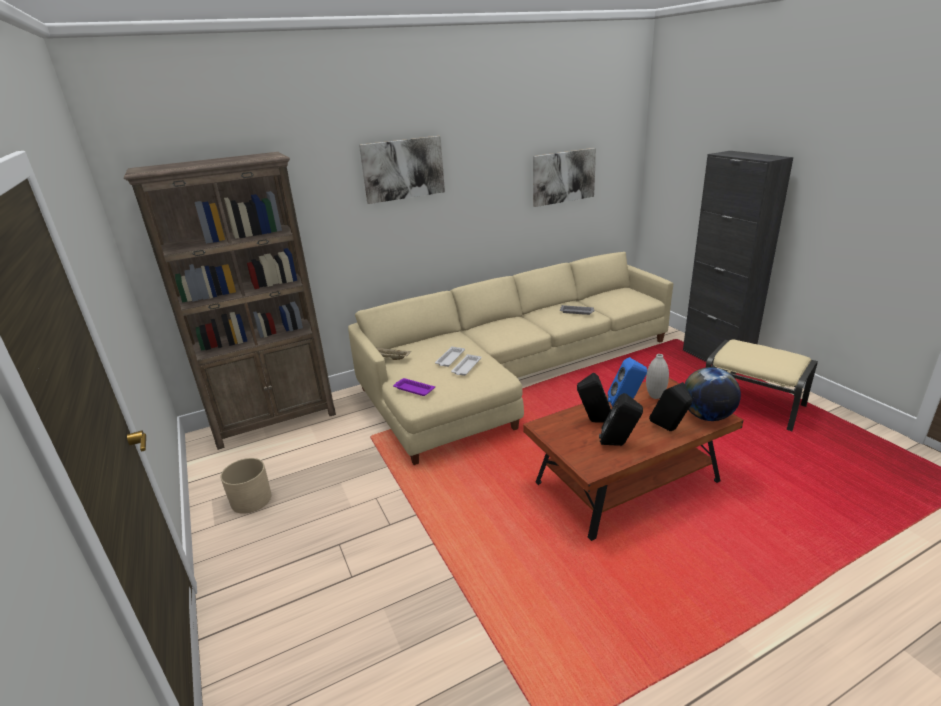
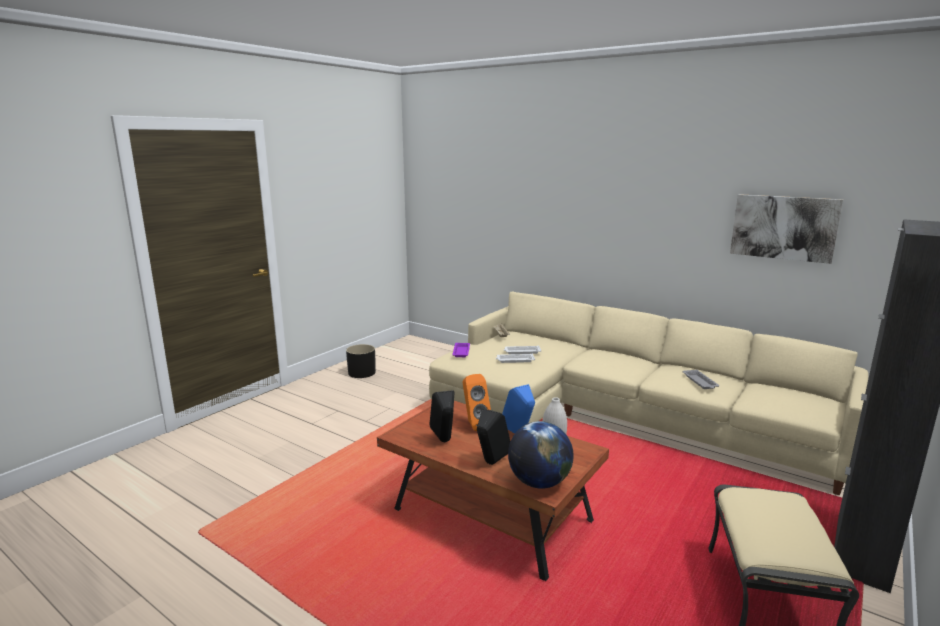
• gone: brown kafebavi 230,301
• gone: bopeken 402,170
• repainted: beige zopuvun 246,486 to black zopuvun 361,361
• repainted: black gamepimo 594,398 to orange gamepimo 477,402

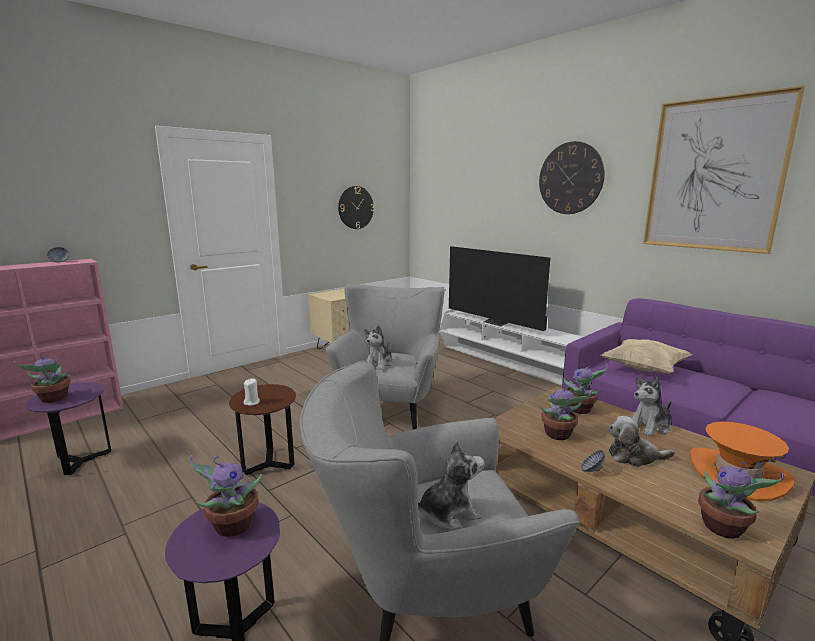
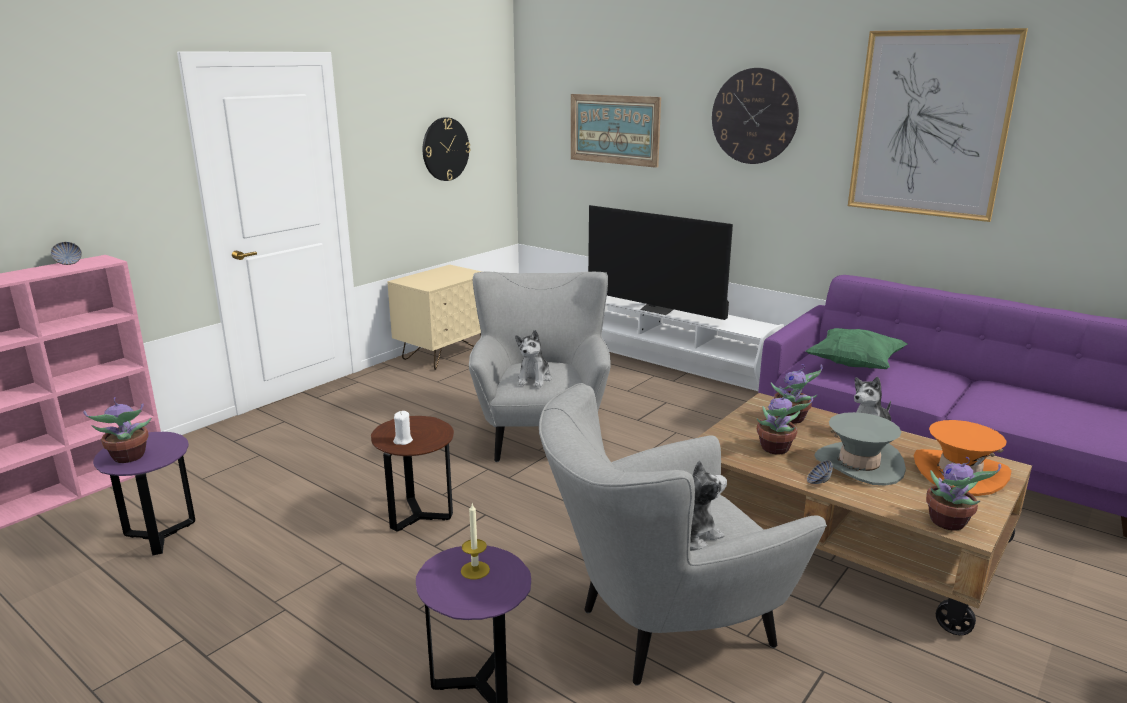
• new: bopeken 616,131
• swapped: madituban 226,496 to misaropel 475,542
• swapped: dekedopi 641,441 to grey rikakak 860,449
• repainted: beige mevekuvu 646,356 to green mevekuvu 856,348

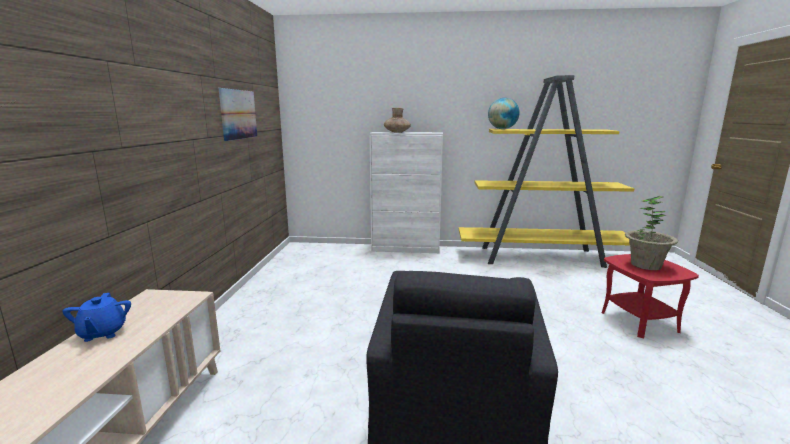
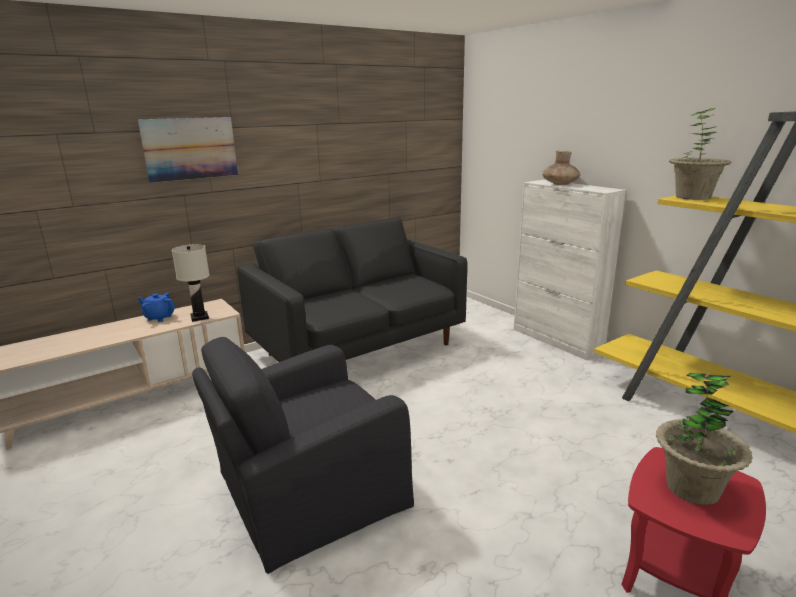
• new: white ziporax 191,283
• new: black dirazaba 352,289
• shifted: bopeken 237,114 to 188,150
• swapped: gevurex 504,113 to madituban 700,154
• rotated: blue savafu 97,317 = 156,307 75 degrees clockwise

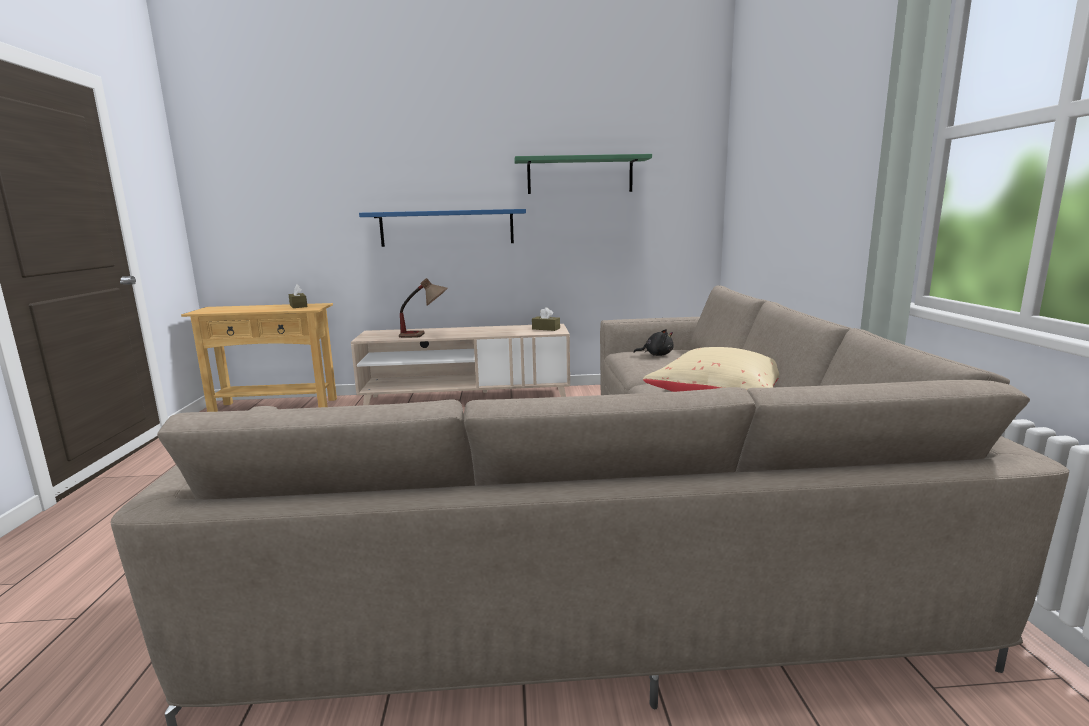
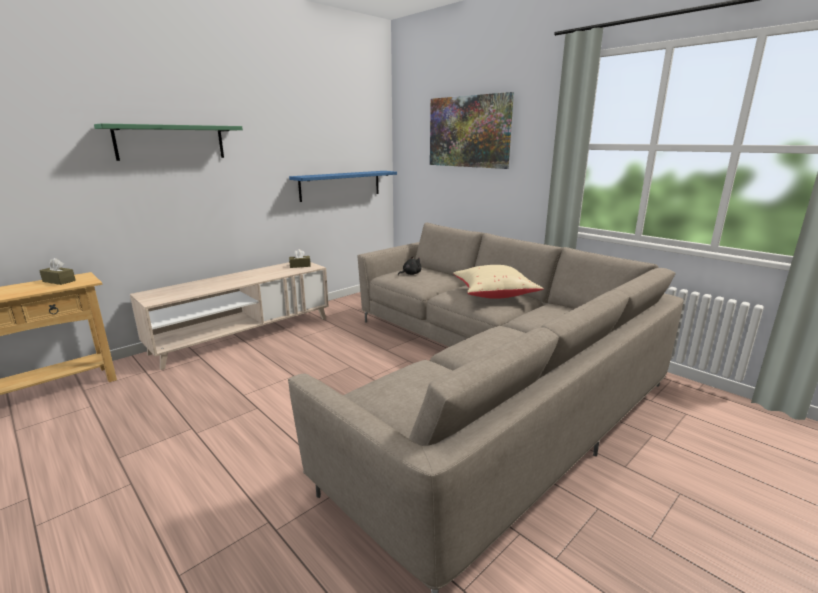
• gone: ziporax 423,308
• new: bopeken 472,130
• shifted: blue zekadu 442,228 to 343,186
• shifted: green zekadu 583,174 to 168,142

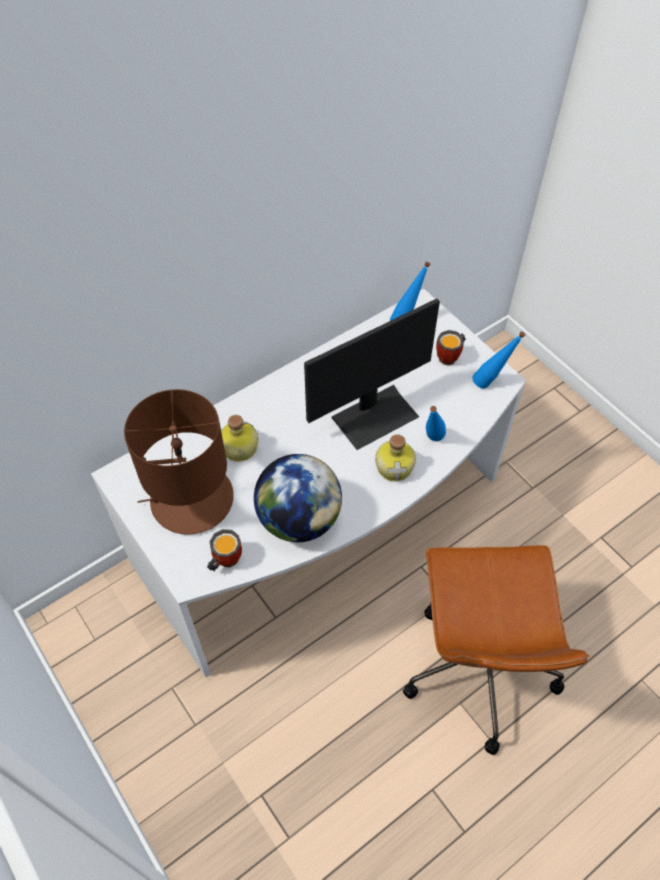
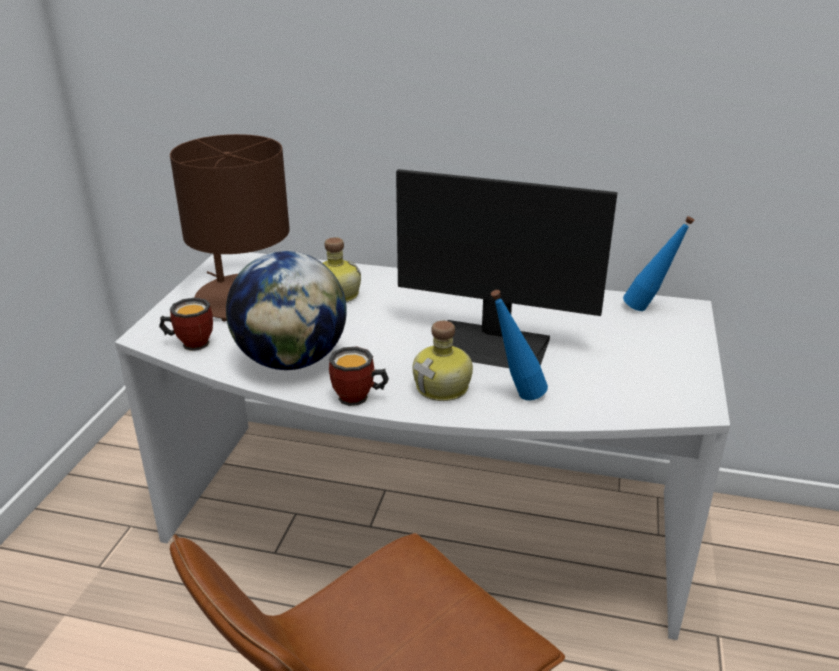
• gone: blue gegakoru 498,360
• shifted: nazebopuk 451,348 to 359,376

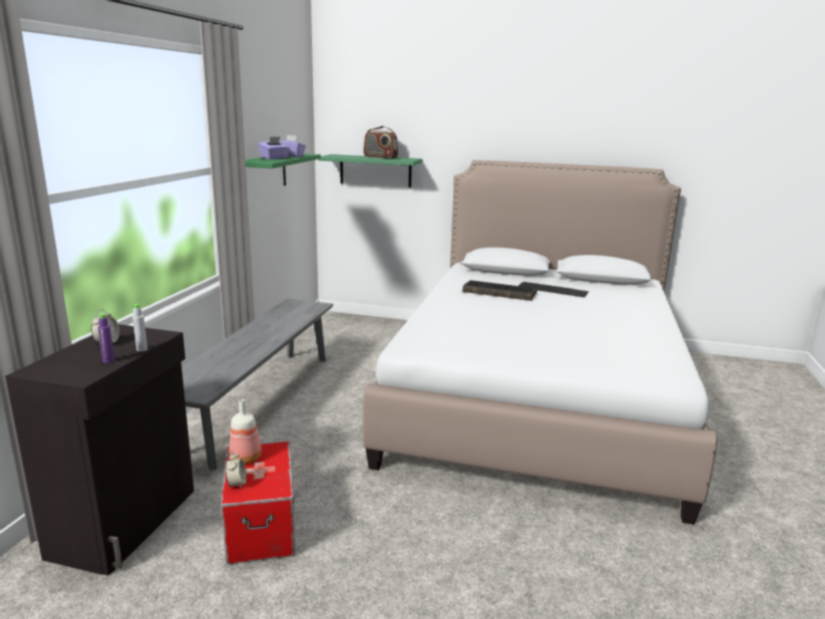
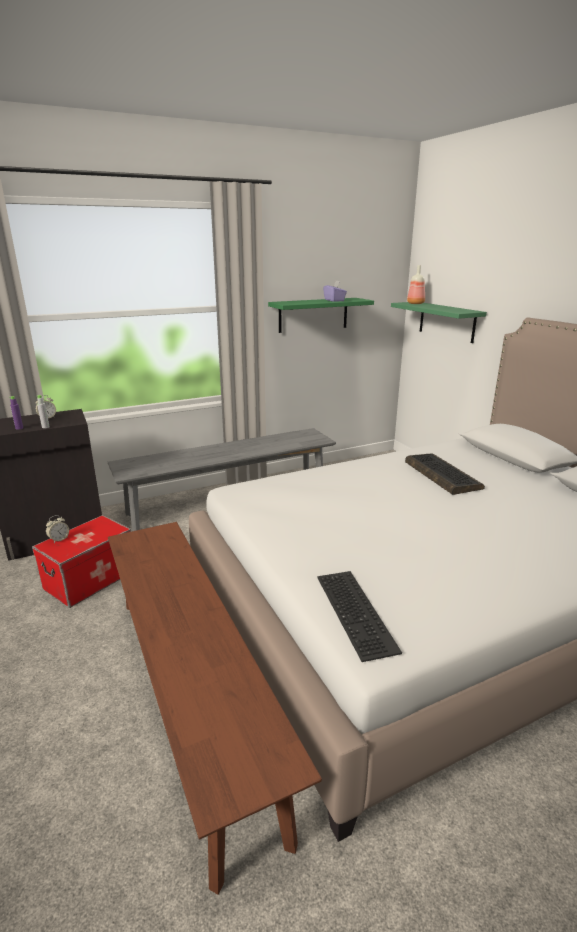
• gone: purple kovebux 274,148
• gone: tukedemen 380,142
• new: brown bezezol 215,708
• shifted: gegakoru 245,431 to 416,284
• shifted: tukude 553,289 to 359,616

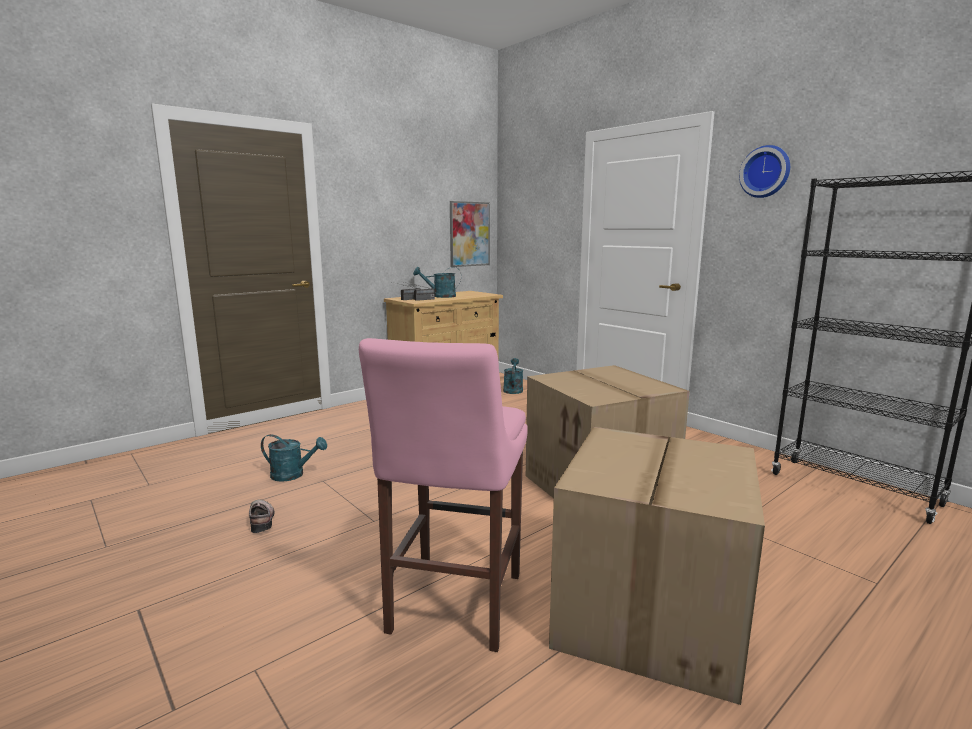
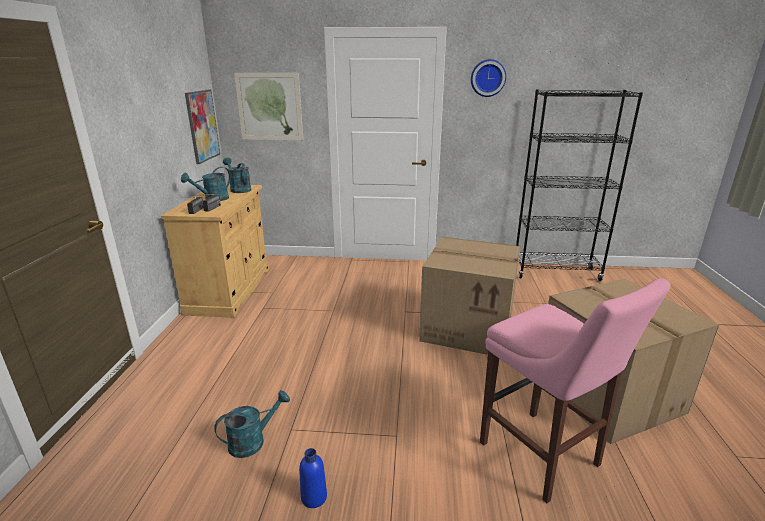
• new: bopeken 268,106
• shifted: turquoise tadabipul 513,376 to 237,175
• swapped: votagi 262,516 to blue gegakoru 313,478

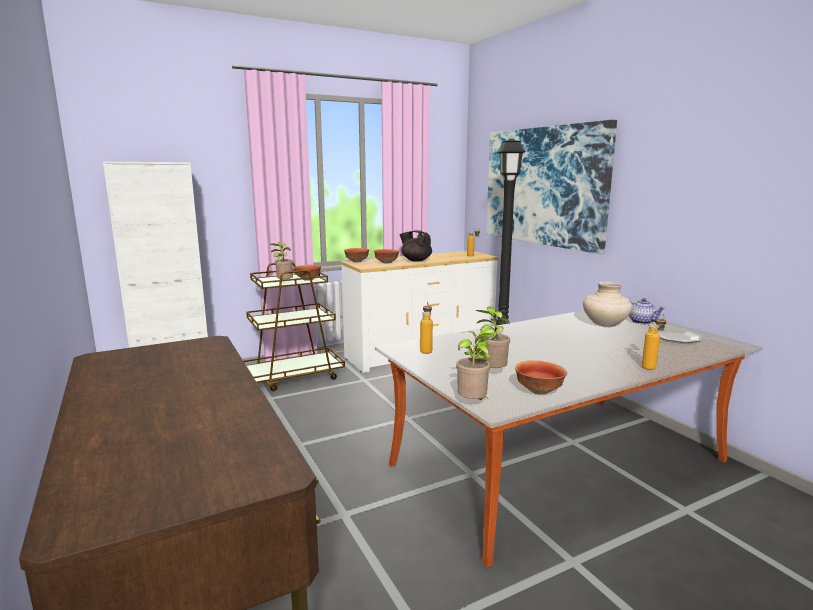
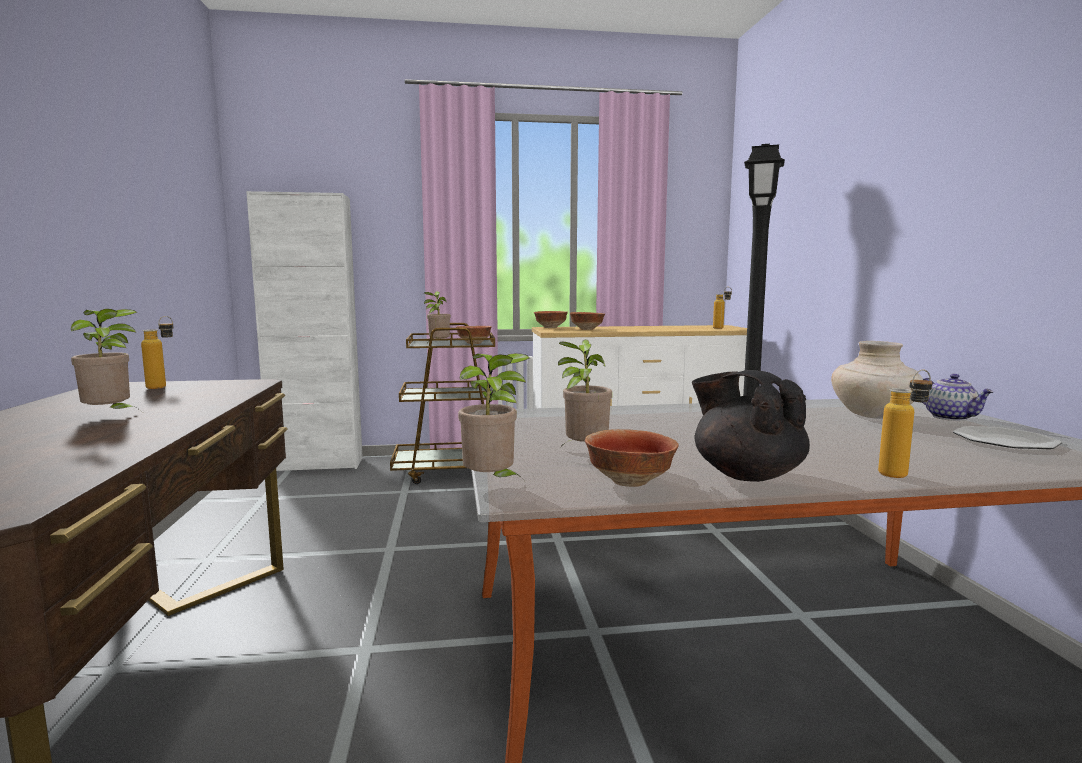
• gone: bopeken 551,187
• new: madituban 106,360
• shifted: black savafu 416,246 to 751,426
• shifted: gegakoru 426,327 to 157,352

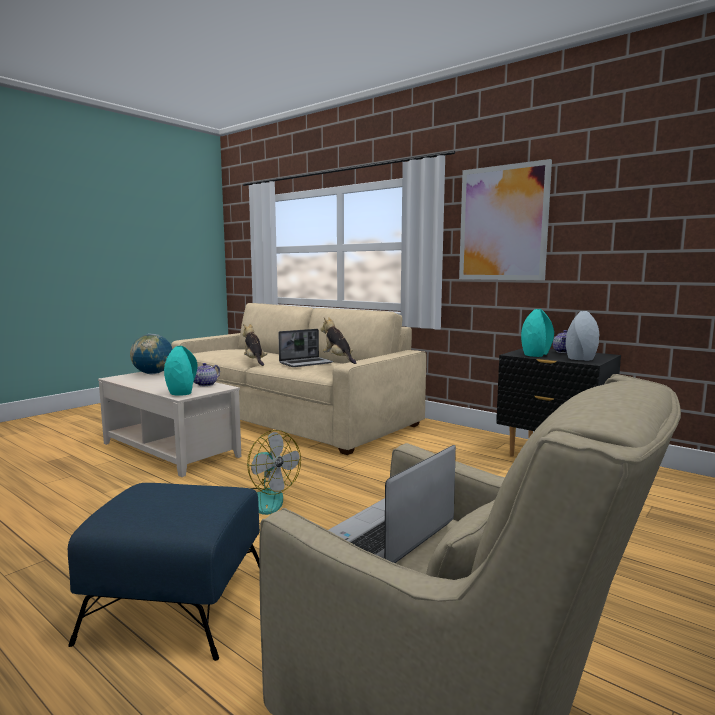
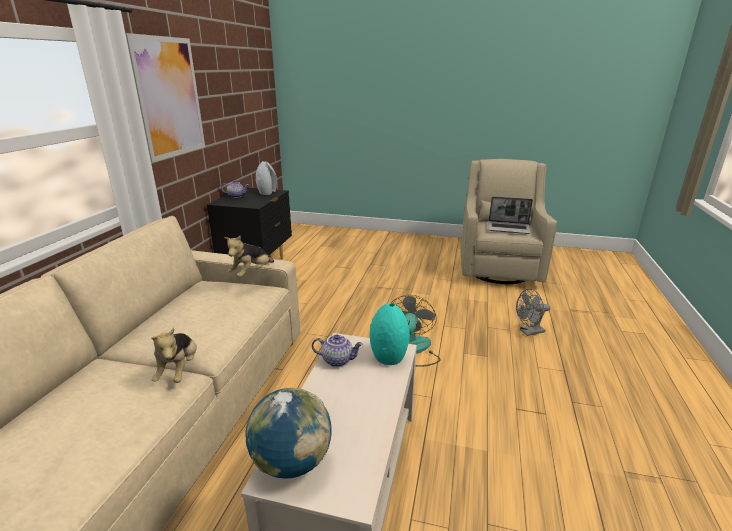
• gone: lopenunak 305,348
• gone: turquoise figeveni 537,333
• swapped: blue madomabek 164,572 to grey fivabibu 533,312
• rotated: dekedopi 255,345 = 174,355 45 degrees counterclockwise

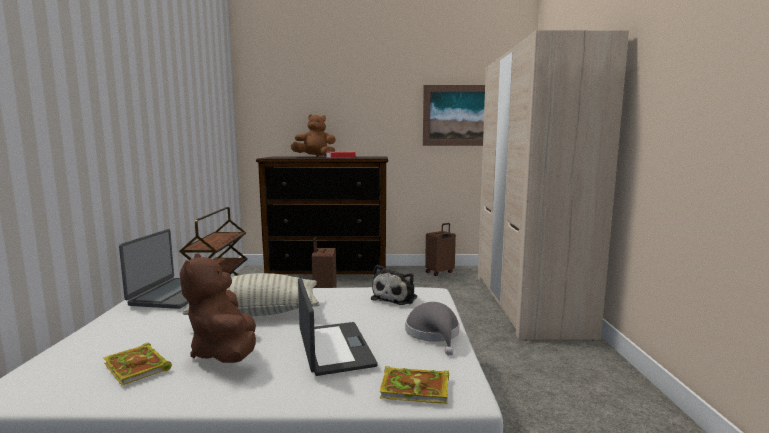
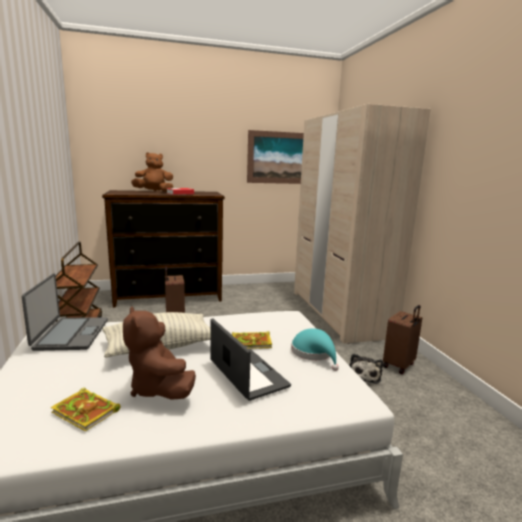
• shifted: dekedopi 394,285 to 366,369
• shifted: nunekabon 414,385 to 252,340
• shifted: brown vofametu 440,249 to 402,339
• repainted: grey rikakak 432,329 to turquoise rikakak 315,349

